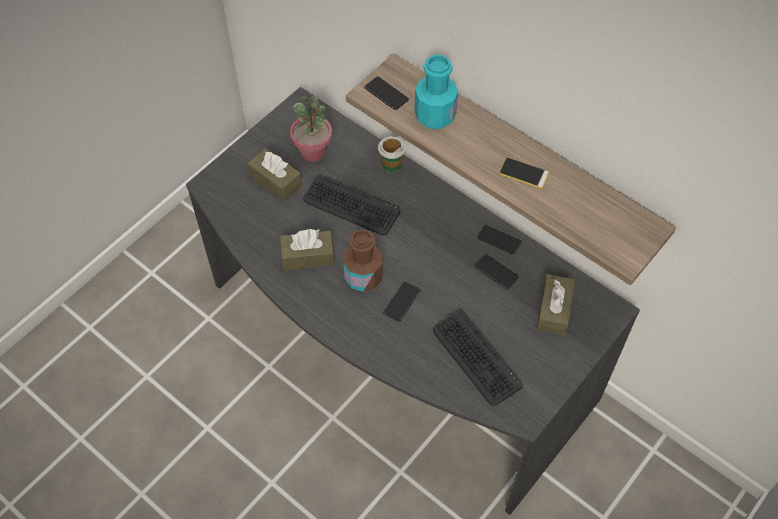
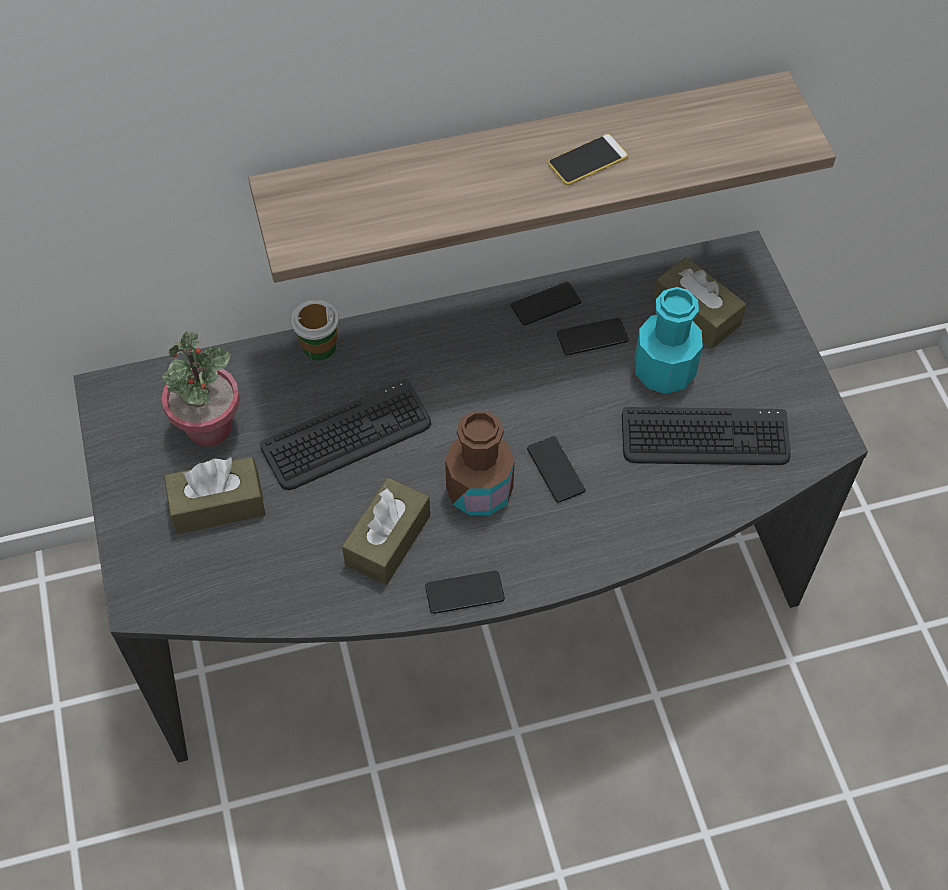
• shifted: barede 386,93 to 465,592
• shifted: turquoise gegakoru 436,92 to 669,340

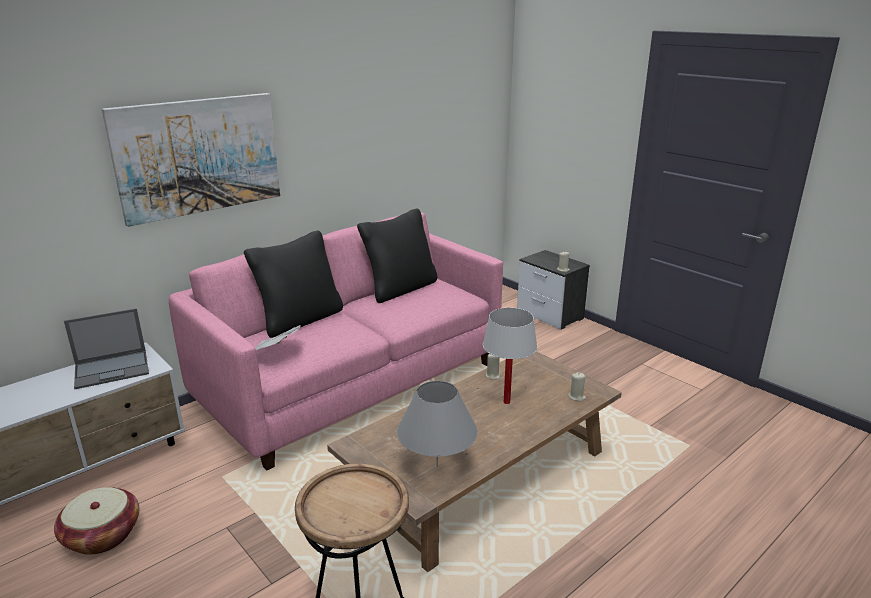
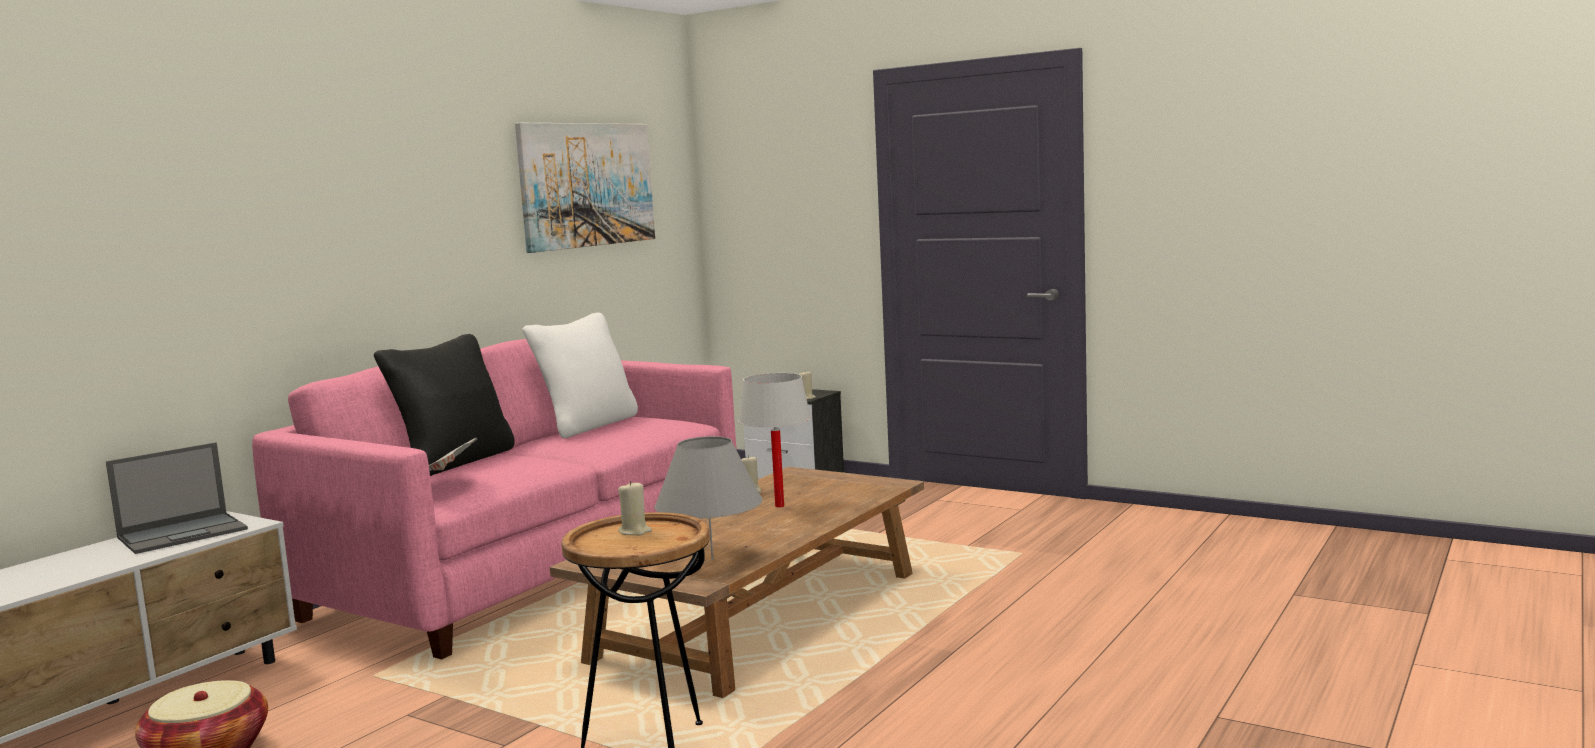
• shifted: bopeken 191,160 to 585,188
• shifted: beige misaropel 577,386 to 635,508
• repainted: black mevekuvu 397,256 to white mevekuvu 580,375

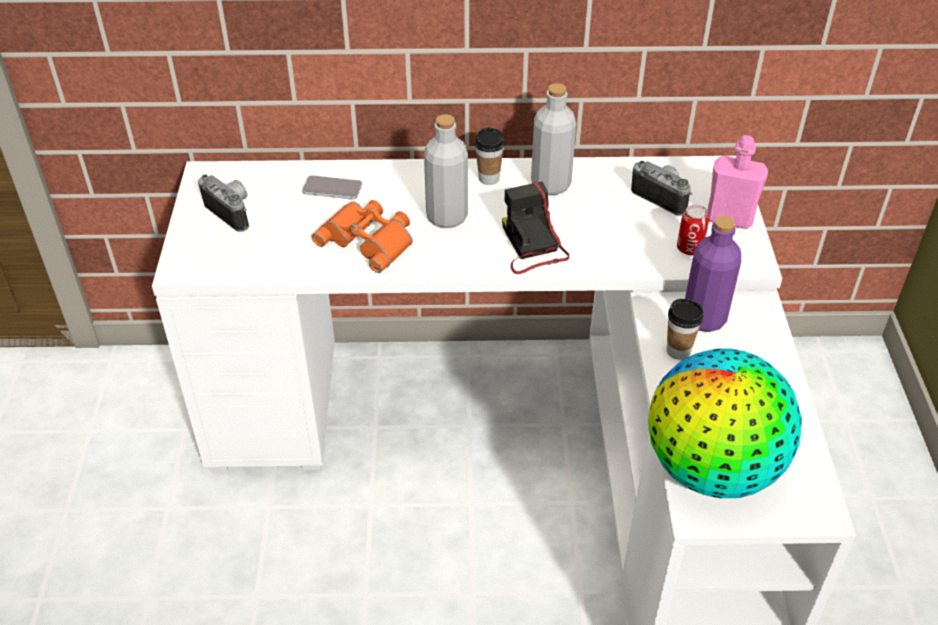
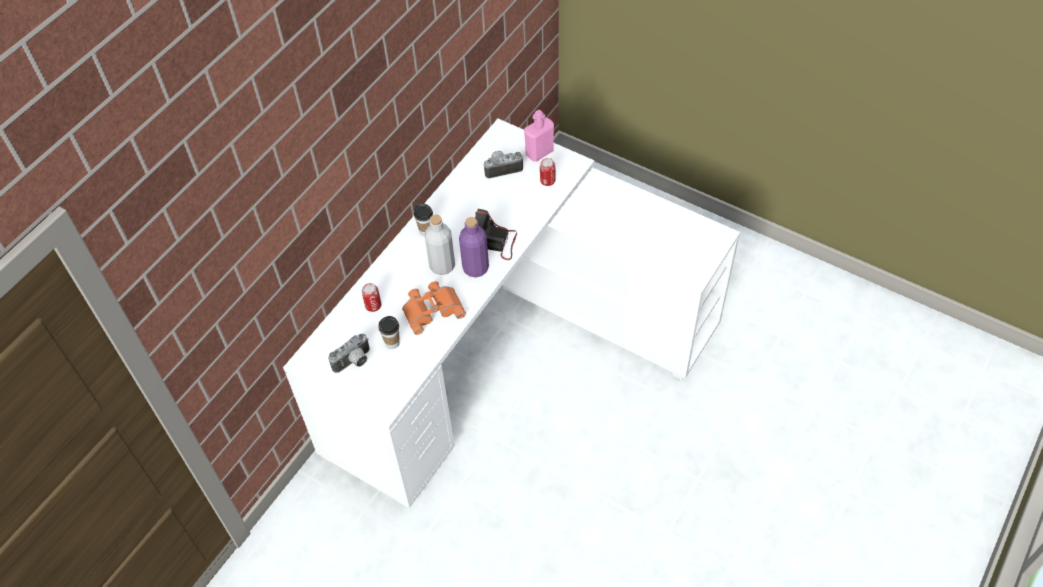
• gone: grey gegakoru 553,139
• gone: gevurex 725,423
• shifted: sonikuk 685,329 to 389,332
• shifted: purple gegakoru 713,274 to 474,247
• swapped: barede 332,187 to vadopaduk 372,297
• rotated: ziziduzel 223,203 = 349,353 150 degrees clockwise

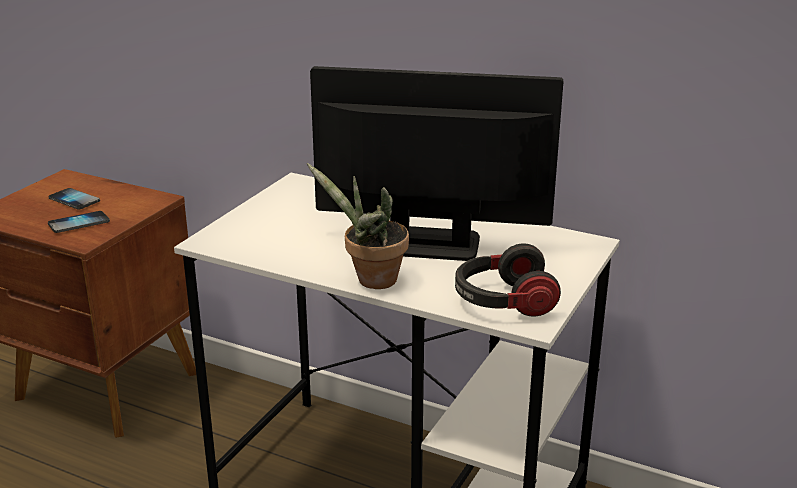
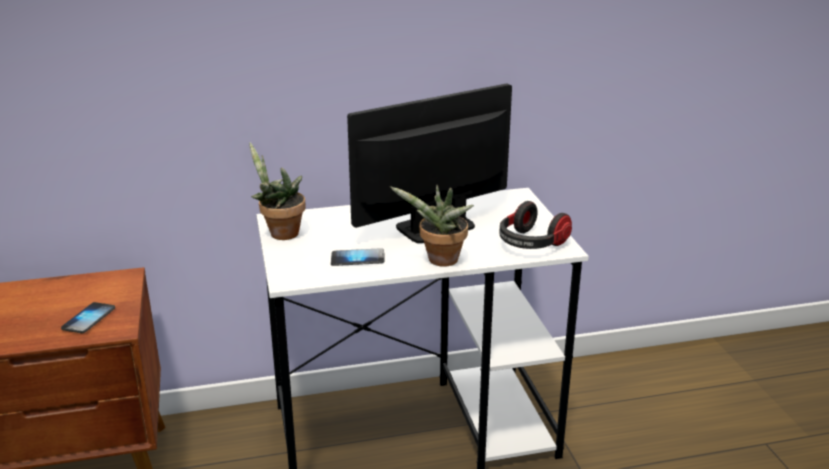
• new: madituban 277,191
• shifted: barede 74,198 to 358,257

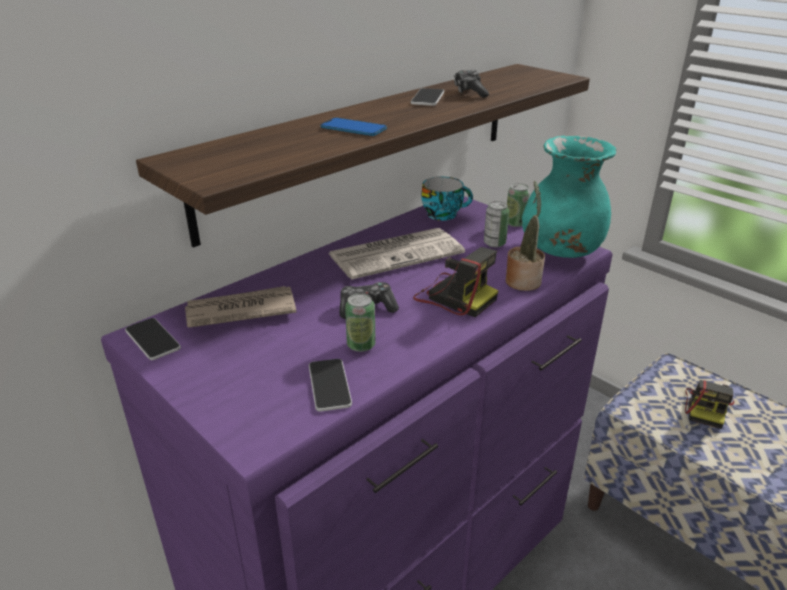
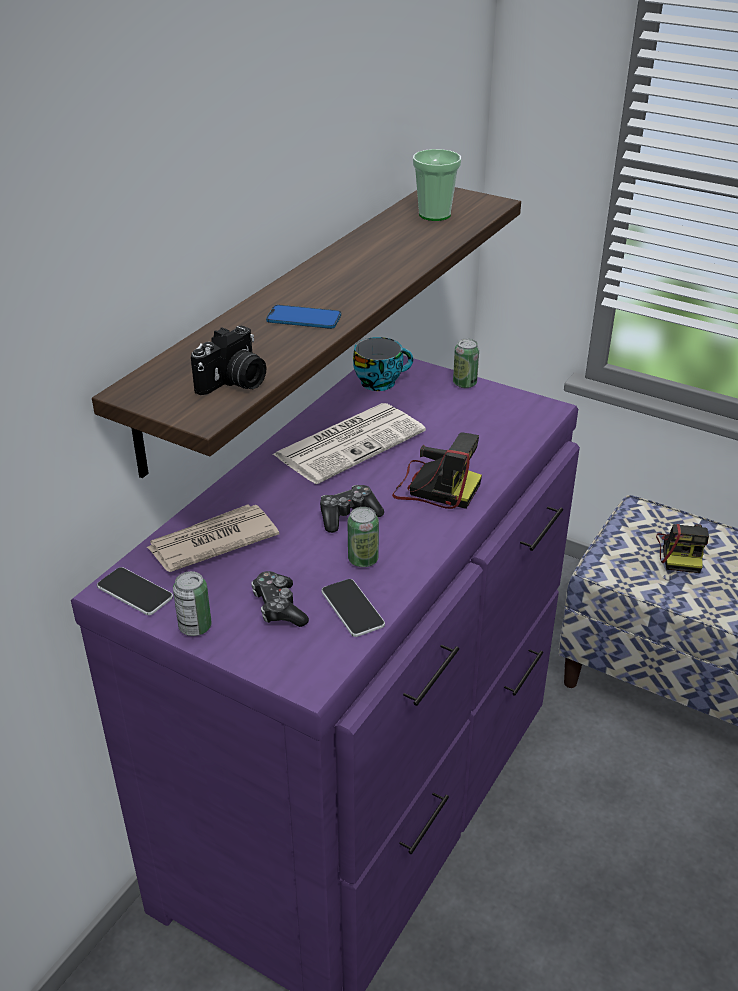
• gone: barede 427,97
• gone: madituban 525,236
• gone: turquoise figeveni 569,197
• new: ziziduzel 228,360
• new: sonikuk 437,185
• shifted: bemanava 471,84 to 280,599
• shifted: vadopaduk 496,224 to 192,603

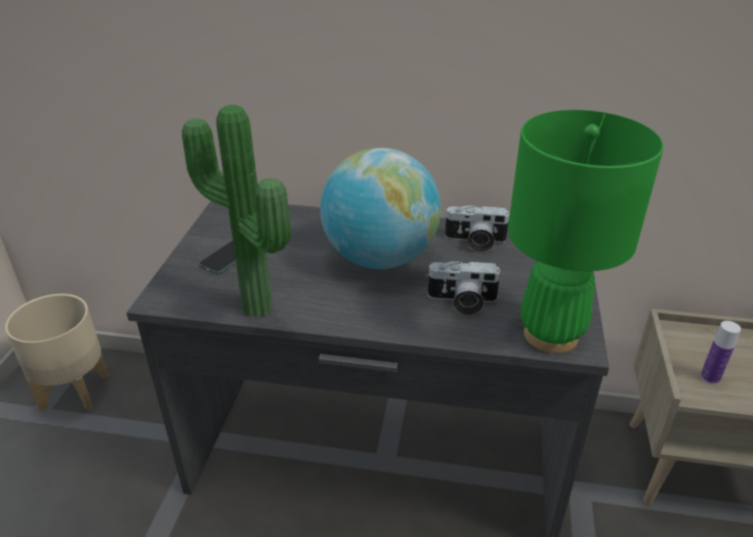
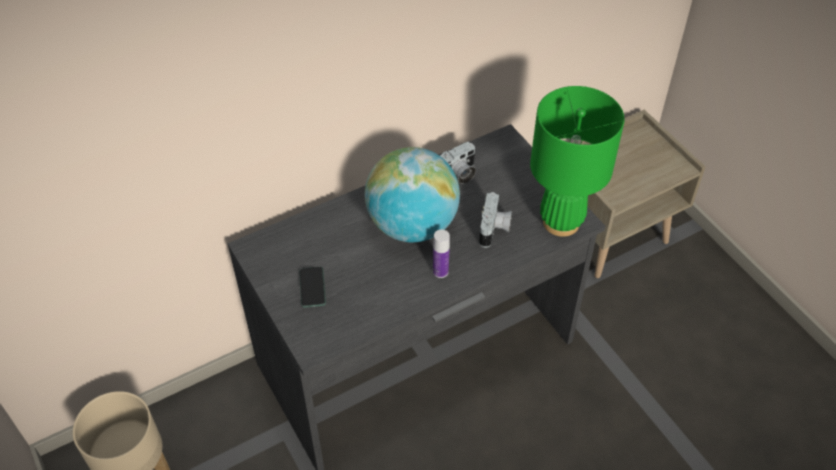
• gone: madituban 236,211
• shifted: gegakoru 720,352 to 441,253
• rotated: ziziduzel 464,288 = 495,220 45 degrees counterclockwise

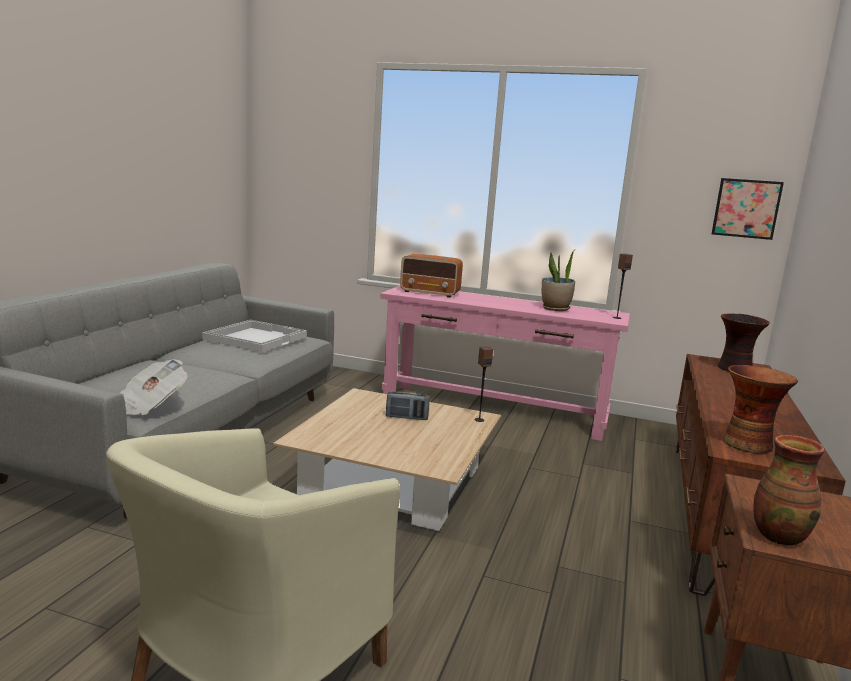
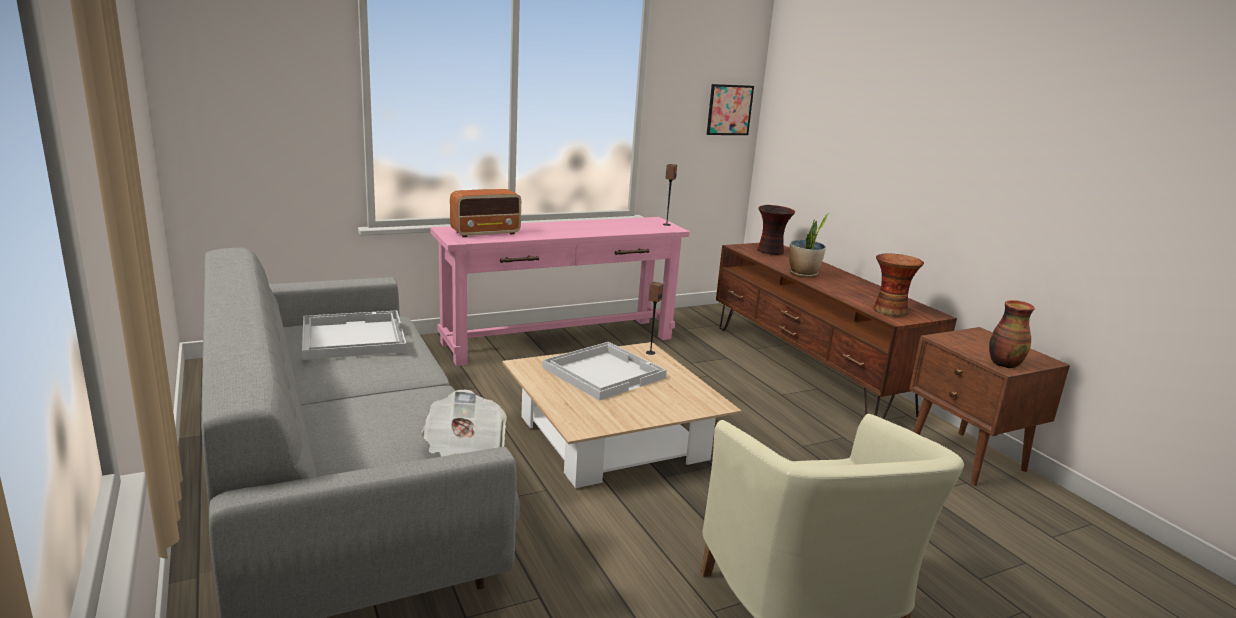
• shifted: madituban 558,281 to 809,245
• swapped: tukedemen 408,405 to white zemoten 604,371

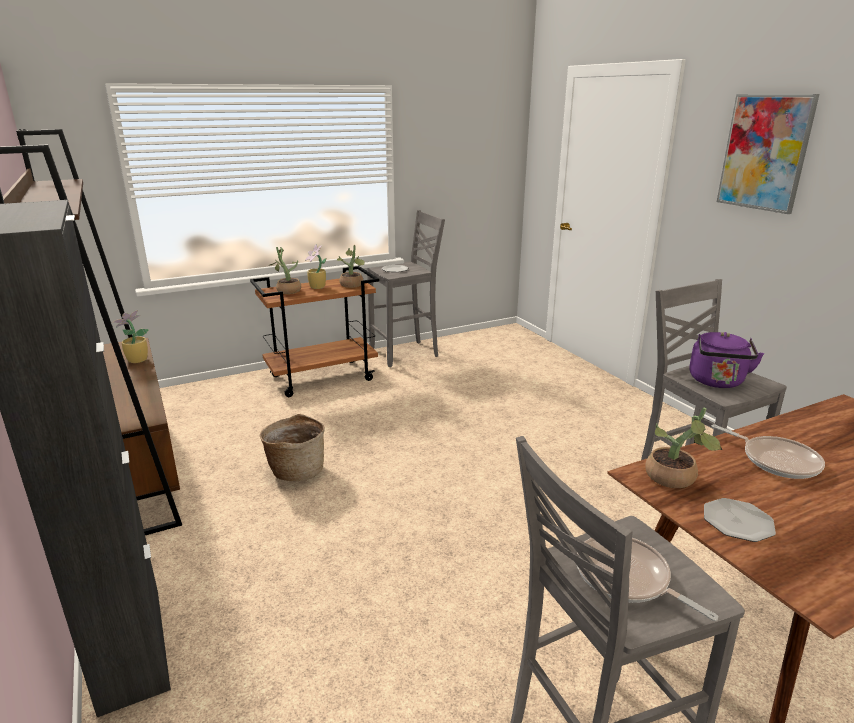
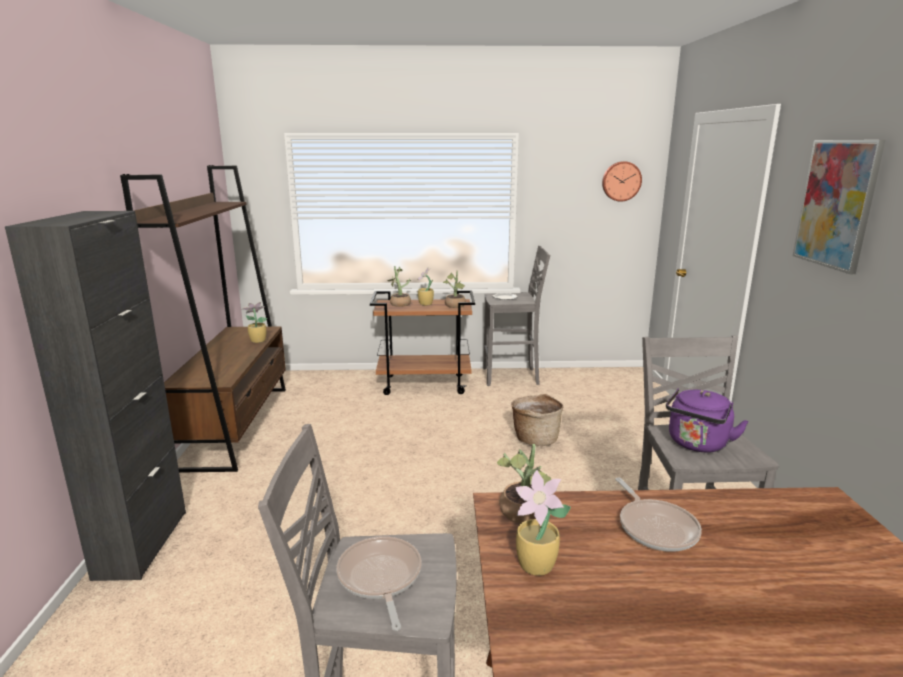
• new: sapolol 622,181
• shifted: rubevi 292,447 to 537,420
• swapped: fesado 740,520 to madituban 543,523

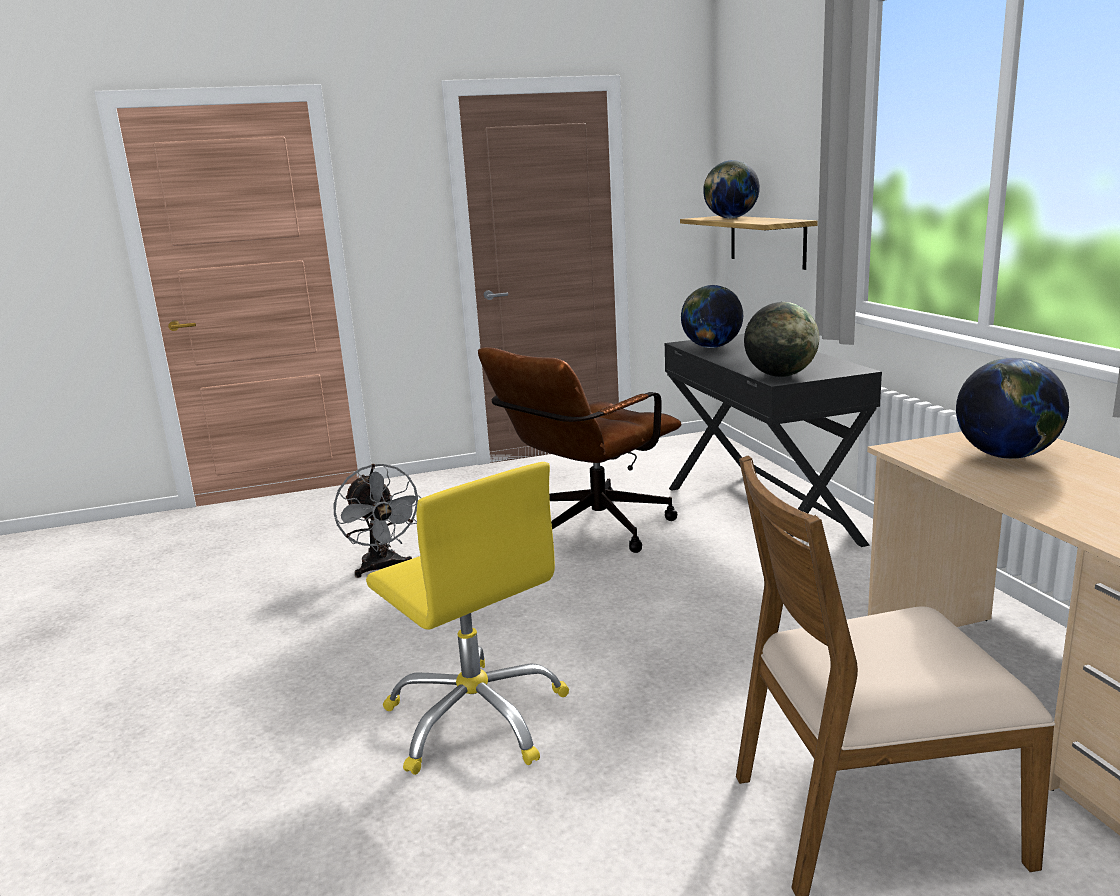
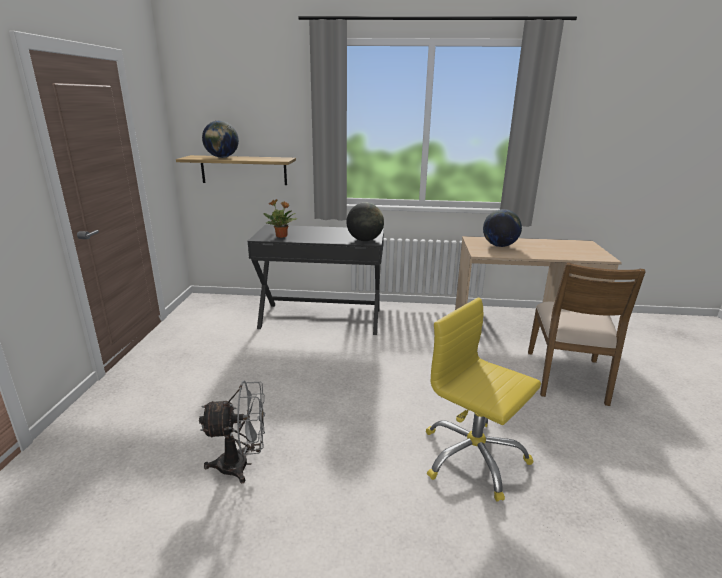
• gone: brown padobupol 579,450
• swapped: gevurex 712,316 to madituban 280,218
• rotated: yellow padobupol 467,618 = 483,399 120 degrees counterclockwise

